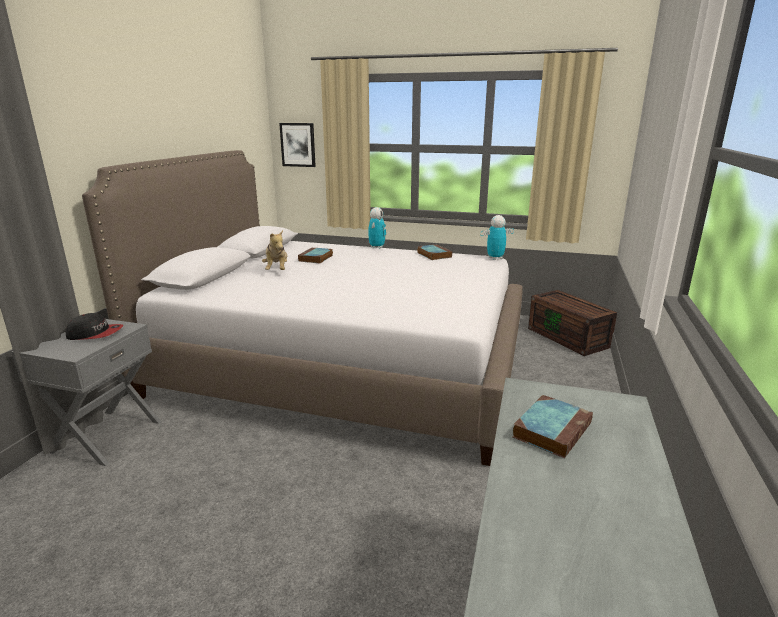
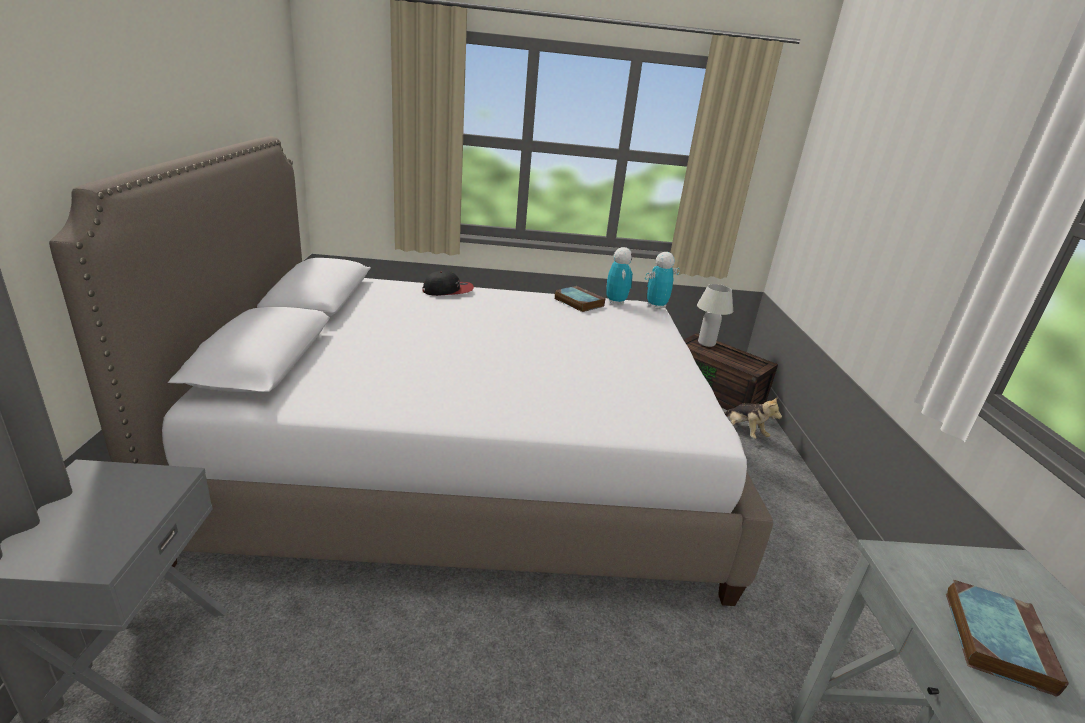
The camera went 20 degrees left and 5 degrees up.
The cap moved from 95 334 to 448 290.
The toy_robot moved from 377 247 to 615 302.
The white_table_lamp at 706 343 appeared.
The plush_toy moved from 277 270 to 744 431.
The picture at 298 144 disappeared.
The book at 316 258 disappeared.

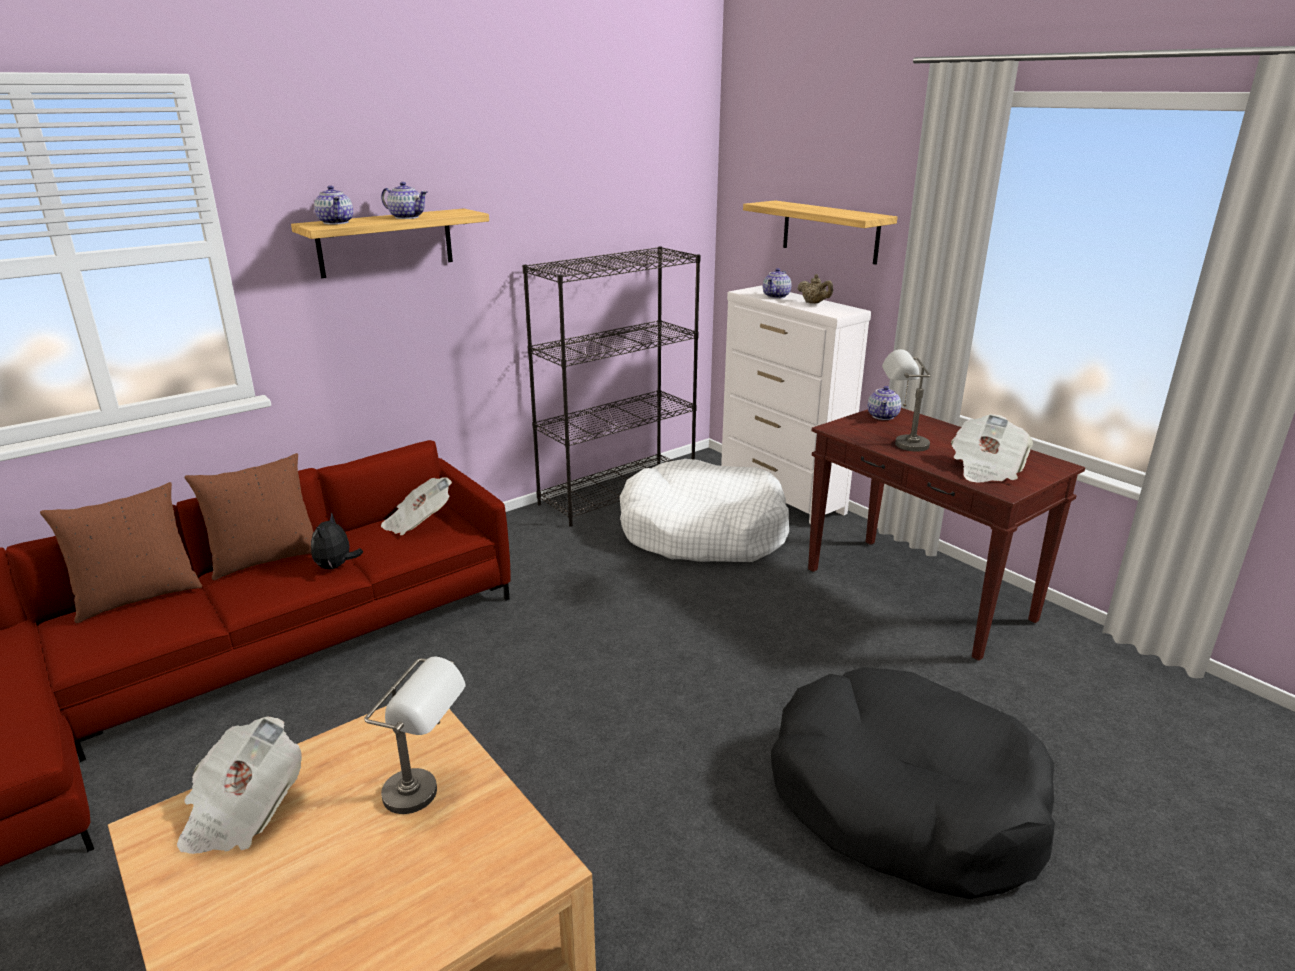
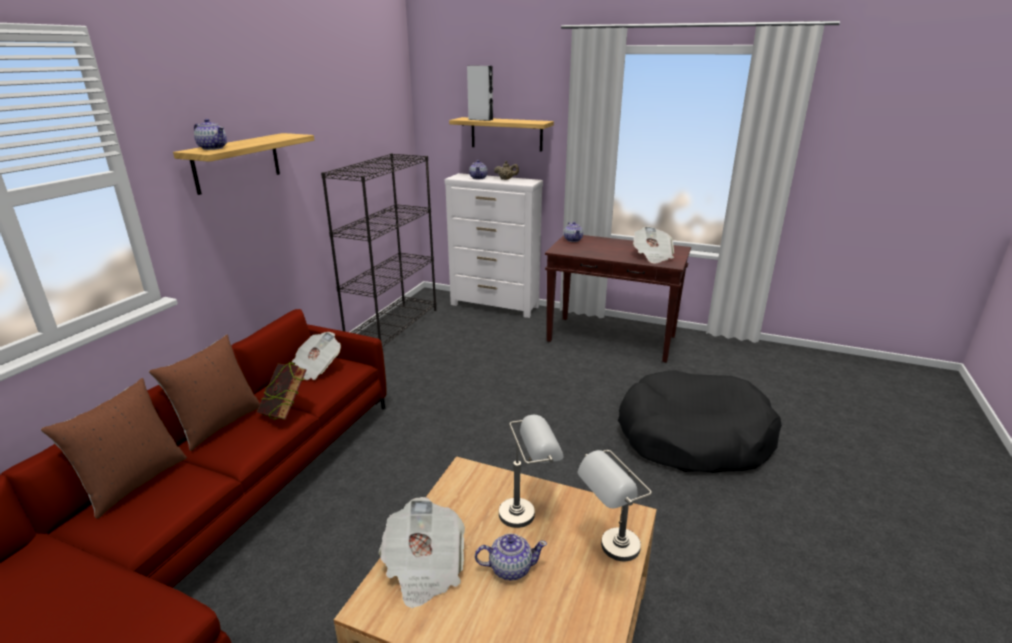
The camera went 30 degrees left and 0 degrees up.
The plush_toy at 336 566 was replaced by the book at 285 412.
The white_speaker at 480 119 appeared.
The teapot moved from 406 217 to 510 568.
The grey_table_lamp moved from 900 445 to 609 551.
The white_dog_bed at 703 532 disappeared.

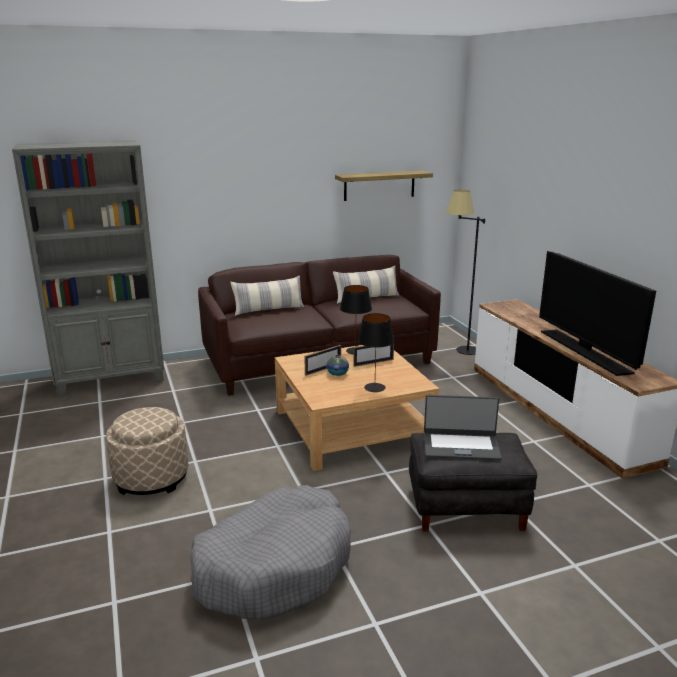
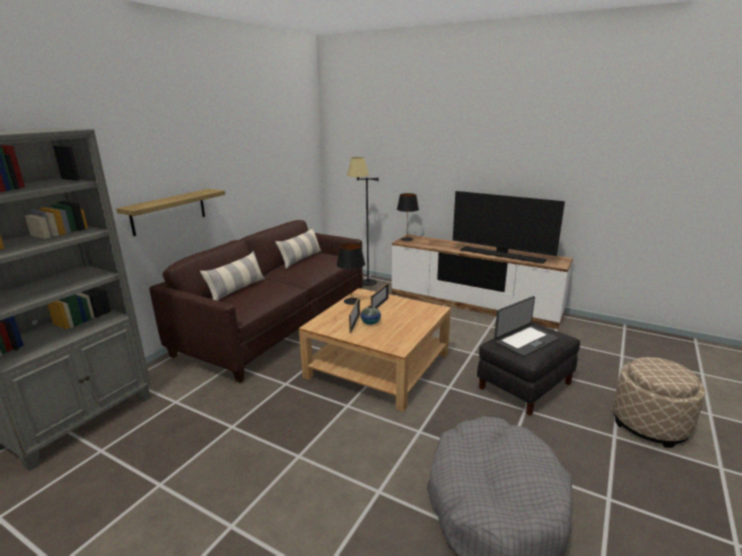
The camera went 40 degrees left and 0 degrees up.
The shelf moved from 379 185 to 169 211.
The black_table_lamp moved from 375 387 to 407 239.
The beige_ottoman moved from 151 478 to 649 424.

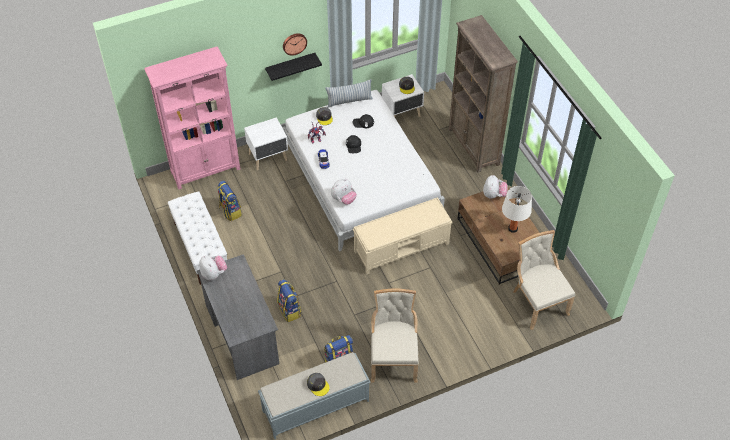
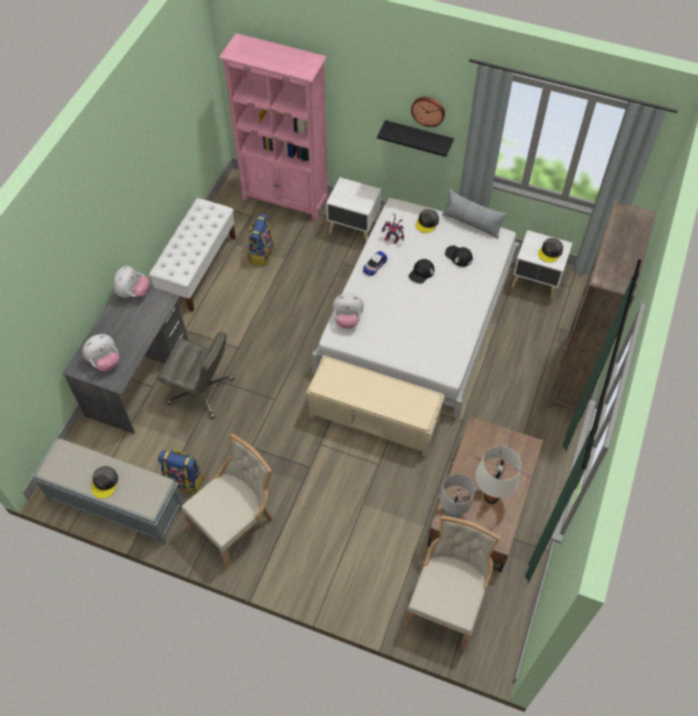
The camera went 45 degrees right and 5 degrees up.
The plush_toy moved from 493 195 to 105 362.
The backpack at 290 310 was replaced by the grey_office_chair at 202 391.
The grey_table_lamp at 452 513 appeared.

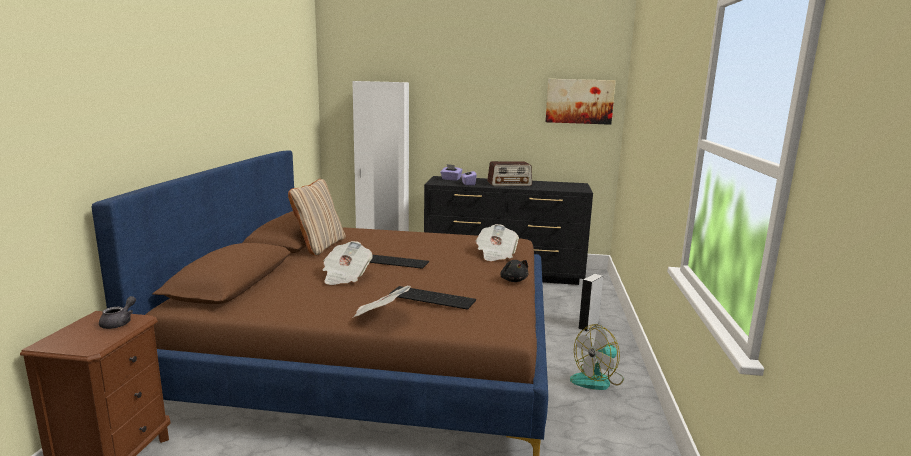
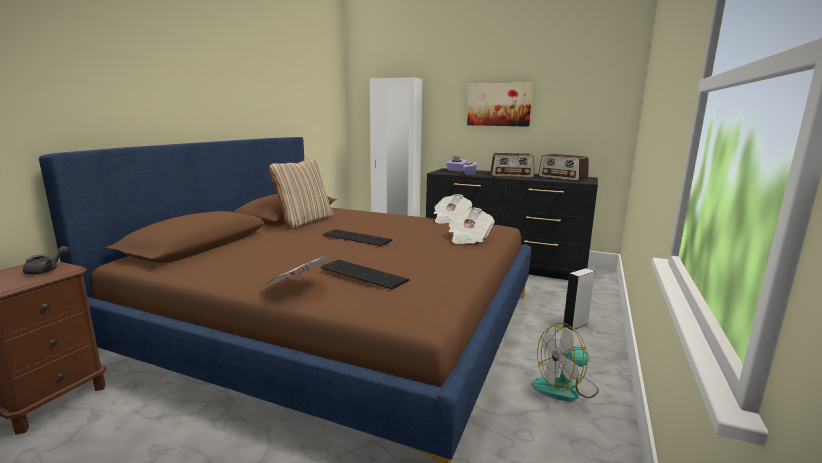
The camera went 15 degrees right and 0 degrees up.
The newspaper moved from 345 276 to 450 219.
The picture moved from 579 101 to 499 104.
The radio at 563 177 appeared.
The black_plush_toy at 513 280 disappeared.

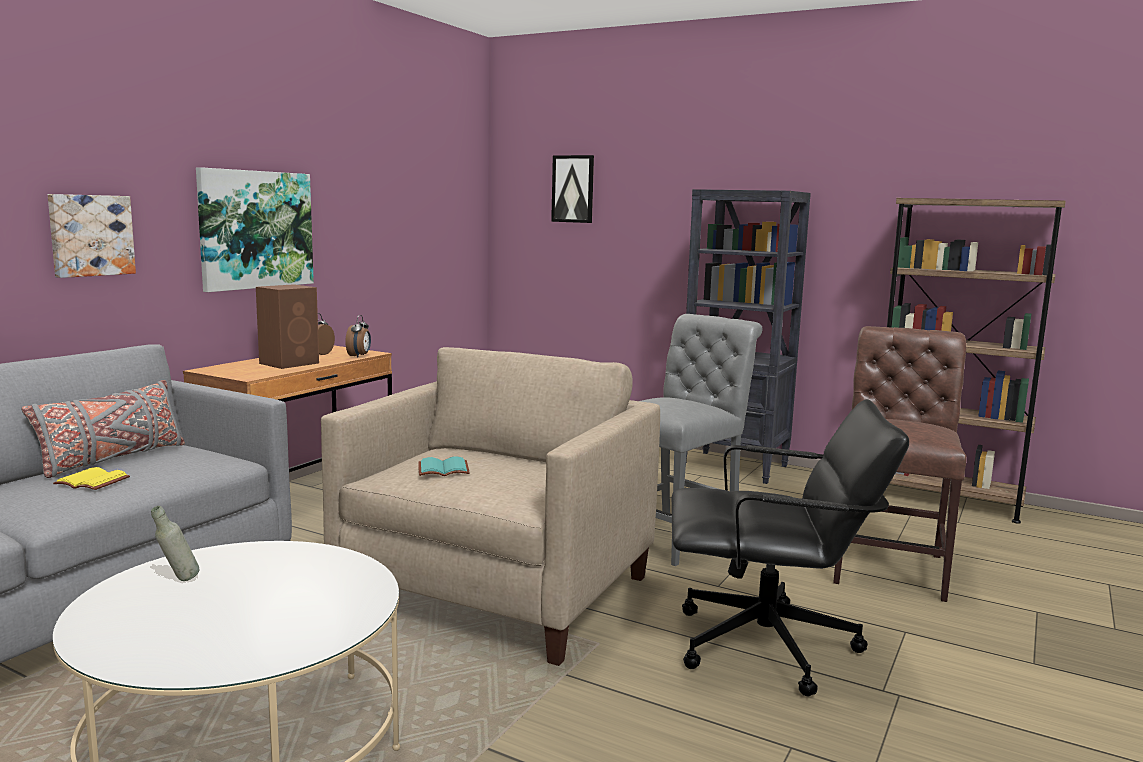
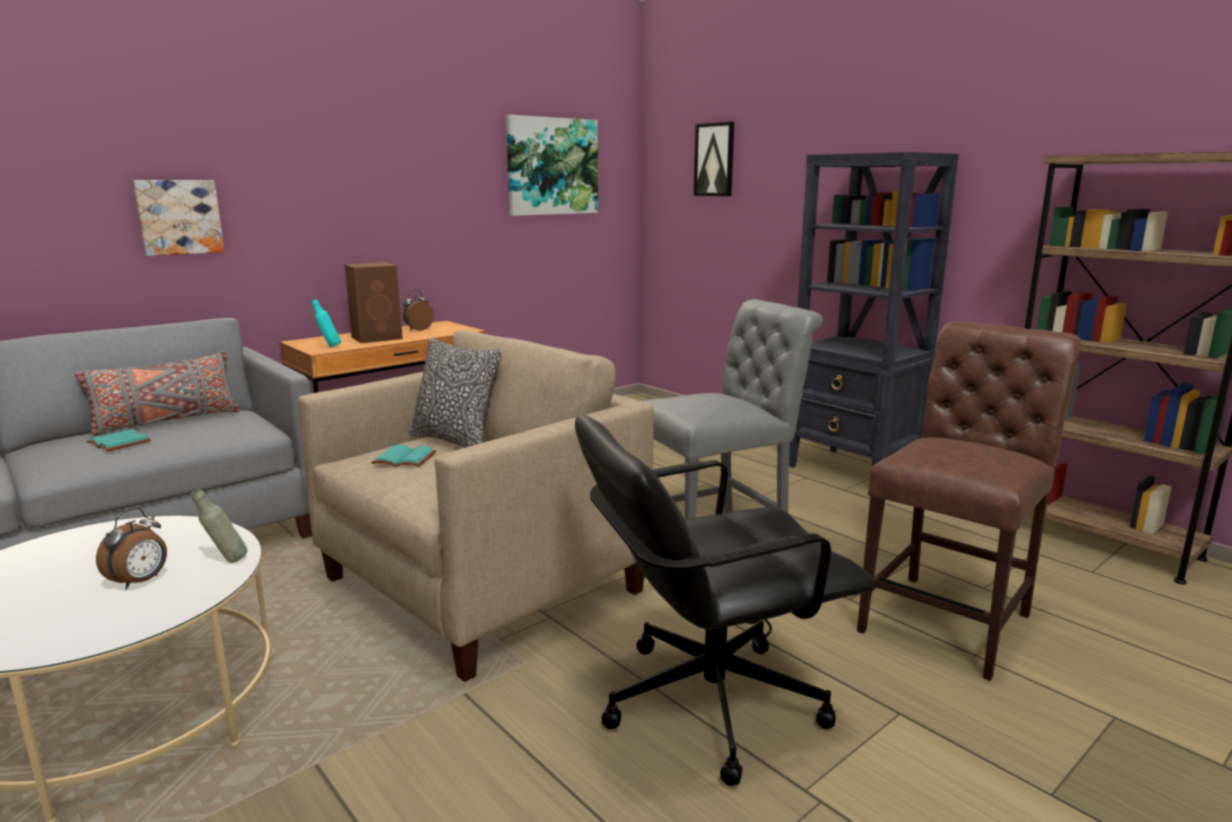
The camera went 20 degrees right and 5 degrees up.
The yellow_book at 90 482 became the turquoise_book at 117 443.
The alarm_clock moved from 359 356 to 140 582.
The grey_bottle moved from 178 581 to 226 562.
The turquoise_bottle at 328 347 appeared.
The pillow at 455 441 appeared.
The picture moved from 256 229 to 552 166.
The black_office_chair at 767 647 turned 135 degrees clockwise.

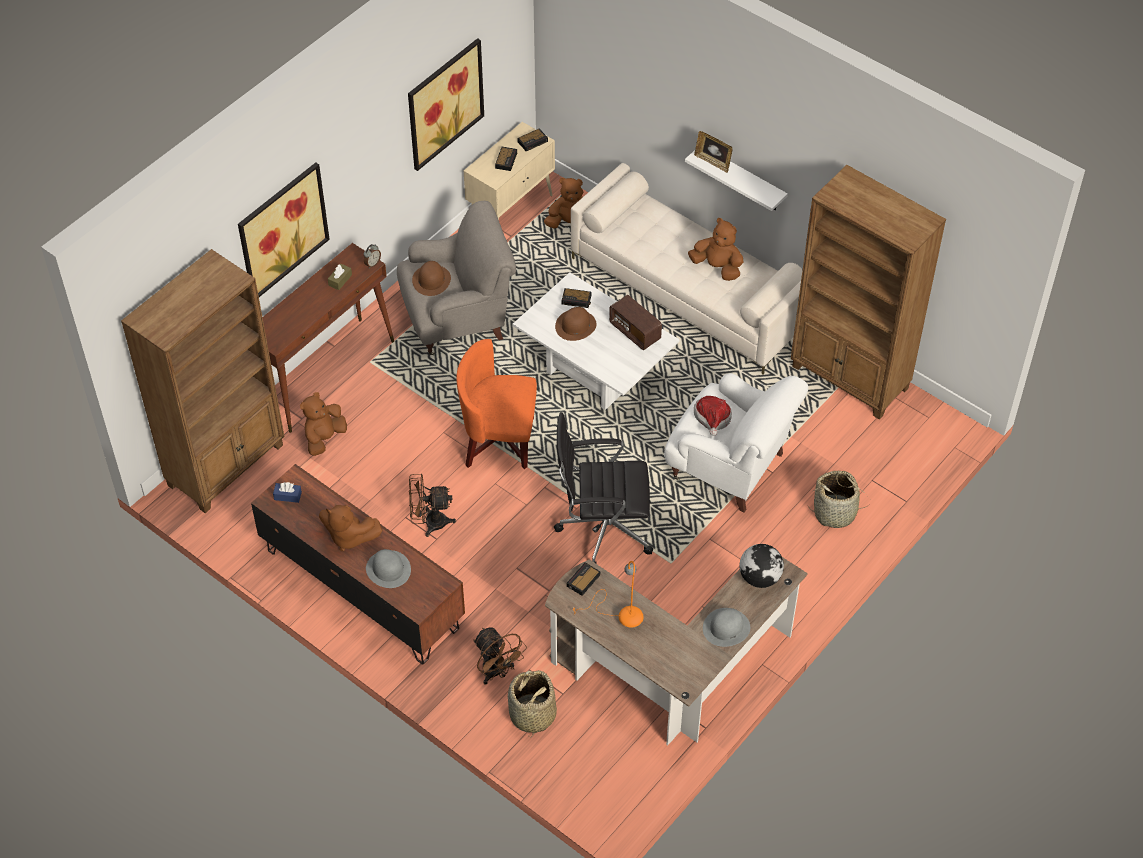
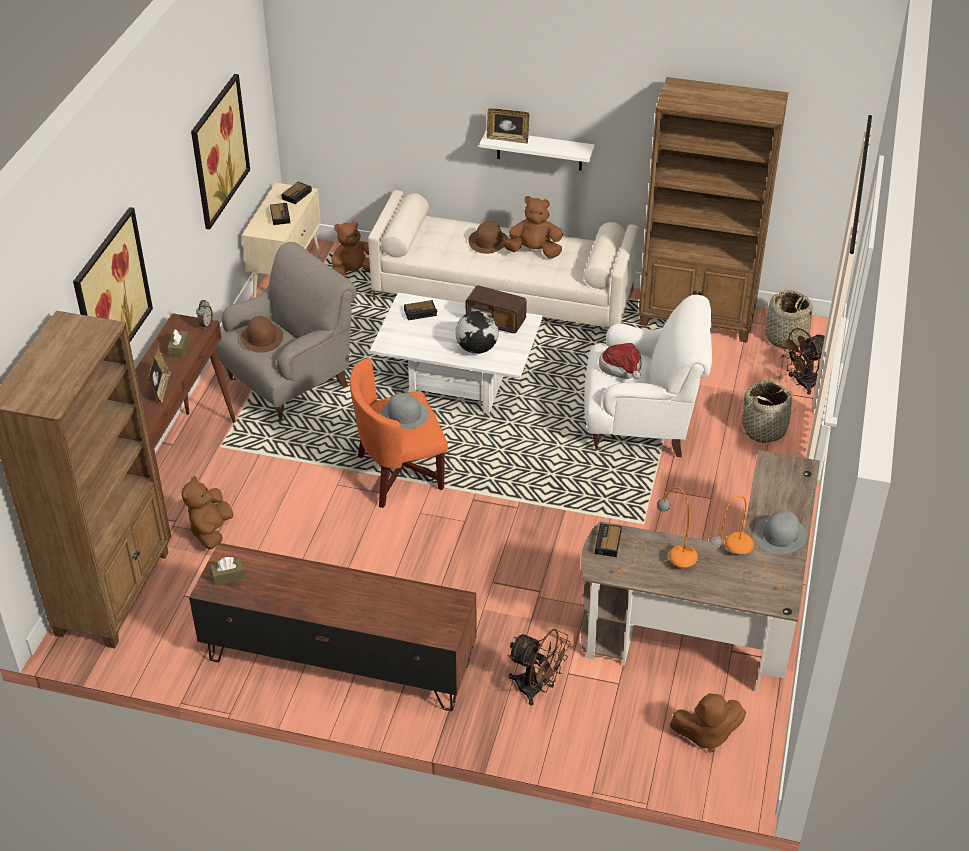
The camera went 25 degrees left and 10 degrees down.
The picture_frame at 161 389 appeared.
The blue_tissue_box at 287 496 became the brown_tissue_box at 228 576.
The grey_hat moved from 388 569 to 404 414.
The globe moved from 760 577 to 477 348.
The brown_hat moved from 575 325 to 488 241.
The brown_plush_toy moved from 349 537 to 706 734.
The orange_table_lamp at 739 562 appeared.
The basket moved from 532 715 to 786 338.
The brown_fan moved from 429 522 to 801 383.
The black_office_chair at 603 528 disappeared.

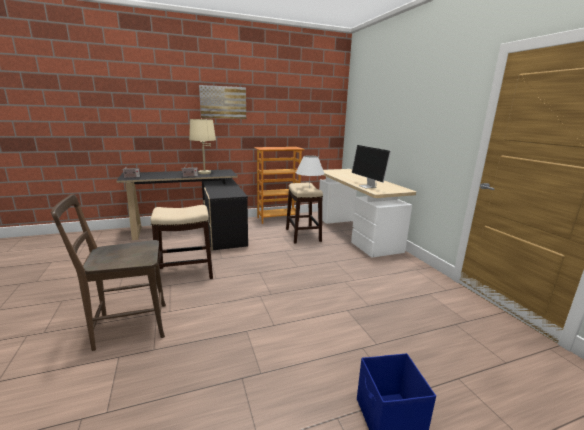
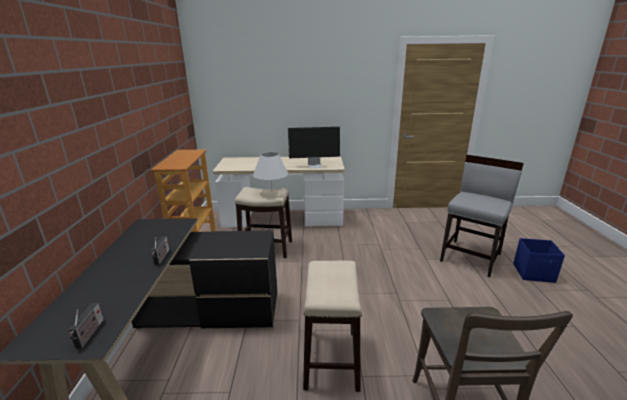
The camera went 70 degrees left and 5 degrees up.
The grey_chair at 471 257 appeared.
The beige_table_lamp at 204 173 disappeared.
The picture at 223 102 disappeared.

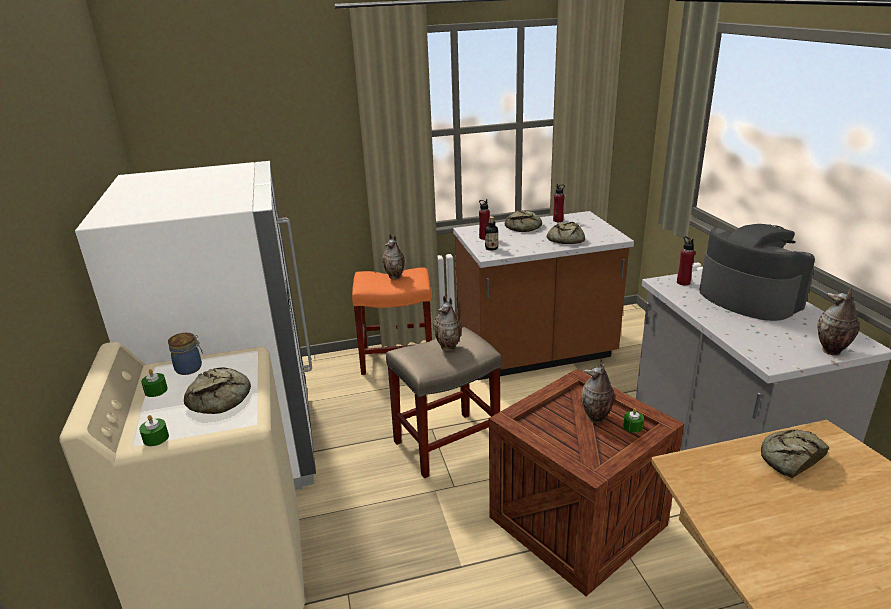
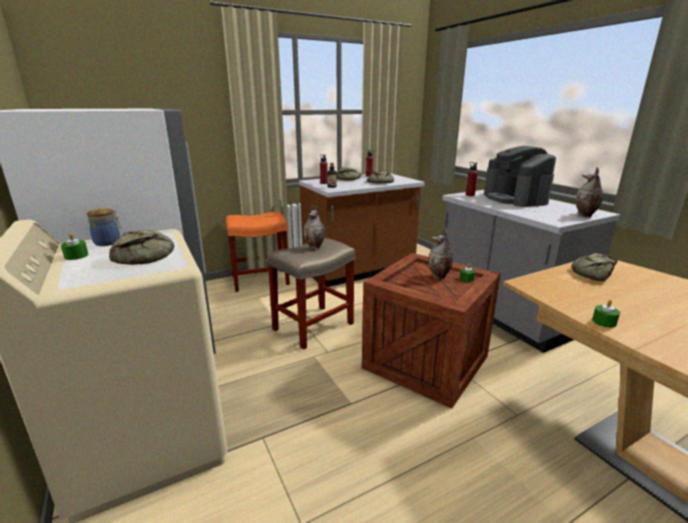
The camera went 15 degrees left and 5 degrees down.
The coffee_machine at 748 298 turned 150 degrees counterclockwise.
The green_candle moved from 156 438 to 604 322.
The vase at 395 277 disappeared.

